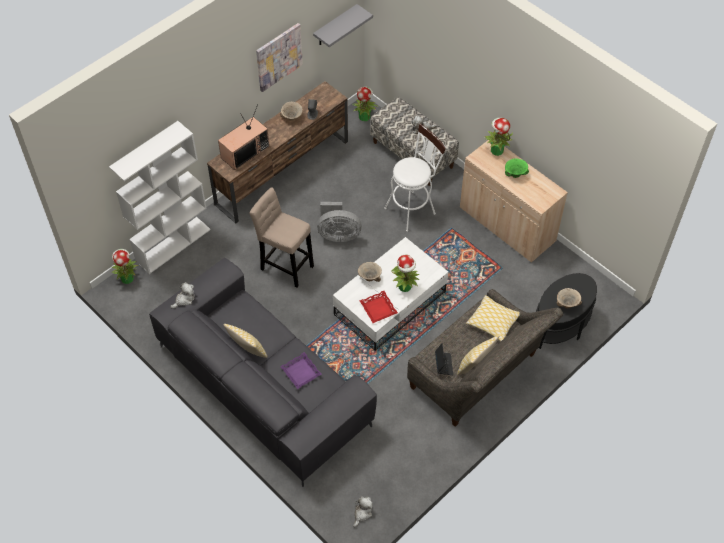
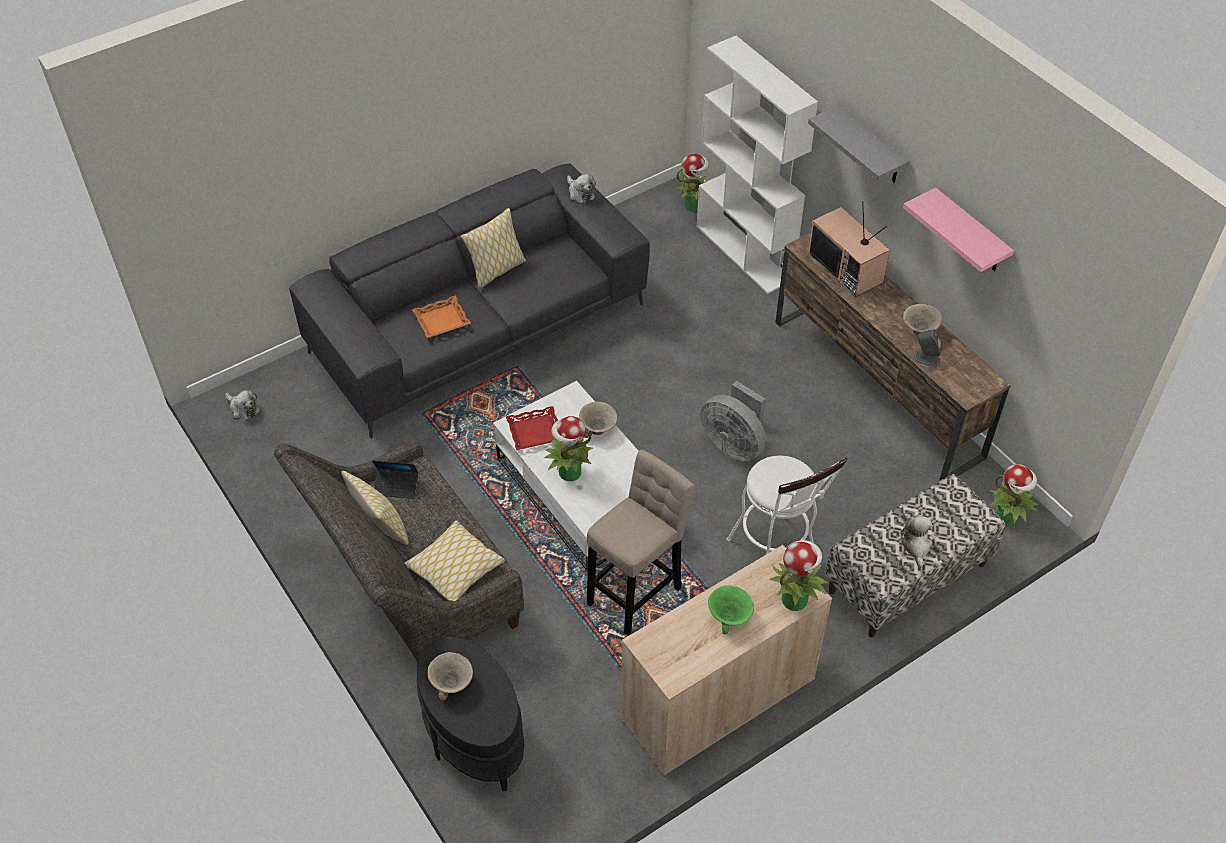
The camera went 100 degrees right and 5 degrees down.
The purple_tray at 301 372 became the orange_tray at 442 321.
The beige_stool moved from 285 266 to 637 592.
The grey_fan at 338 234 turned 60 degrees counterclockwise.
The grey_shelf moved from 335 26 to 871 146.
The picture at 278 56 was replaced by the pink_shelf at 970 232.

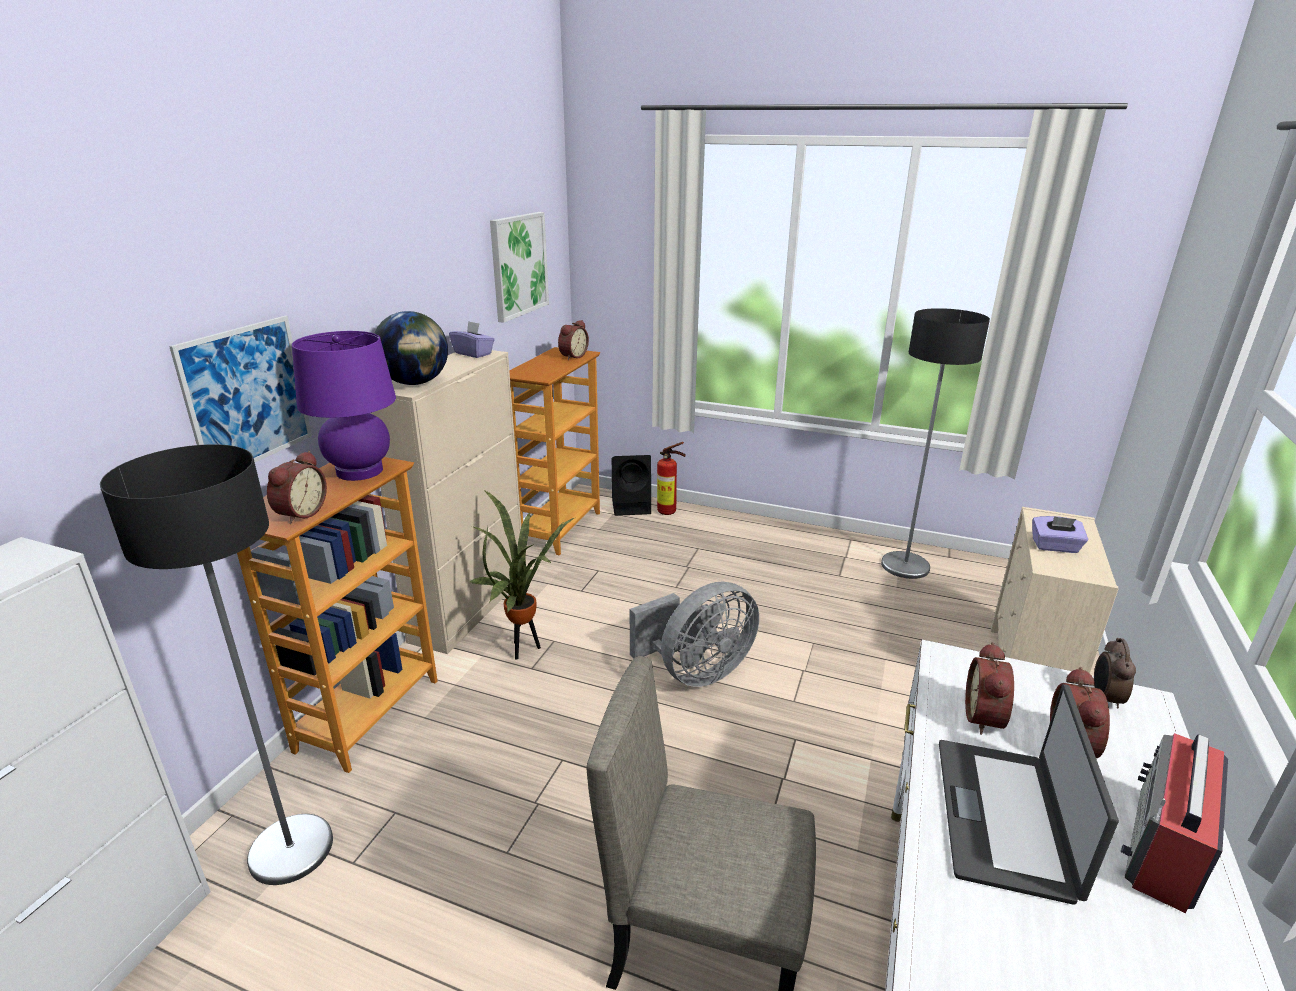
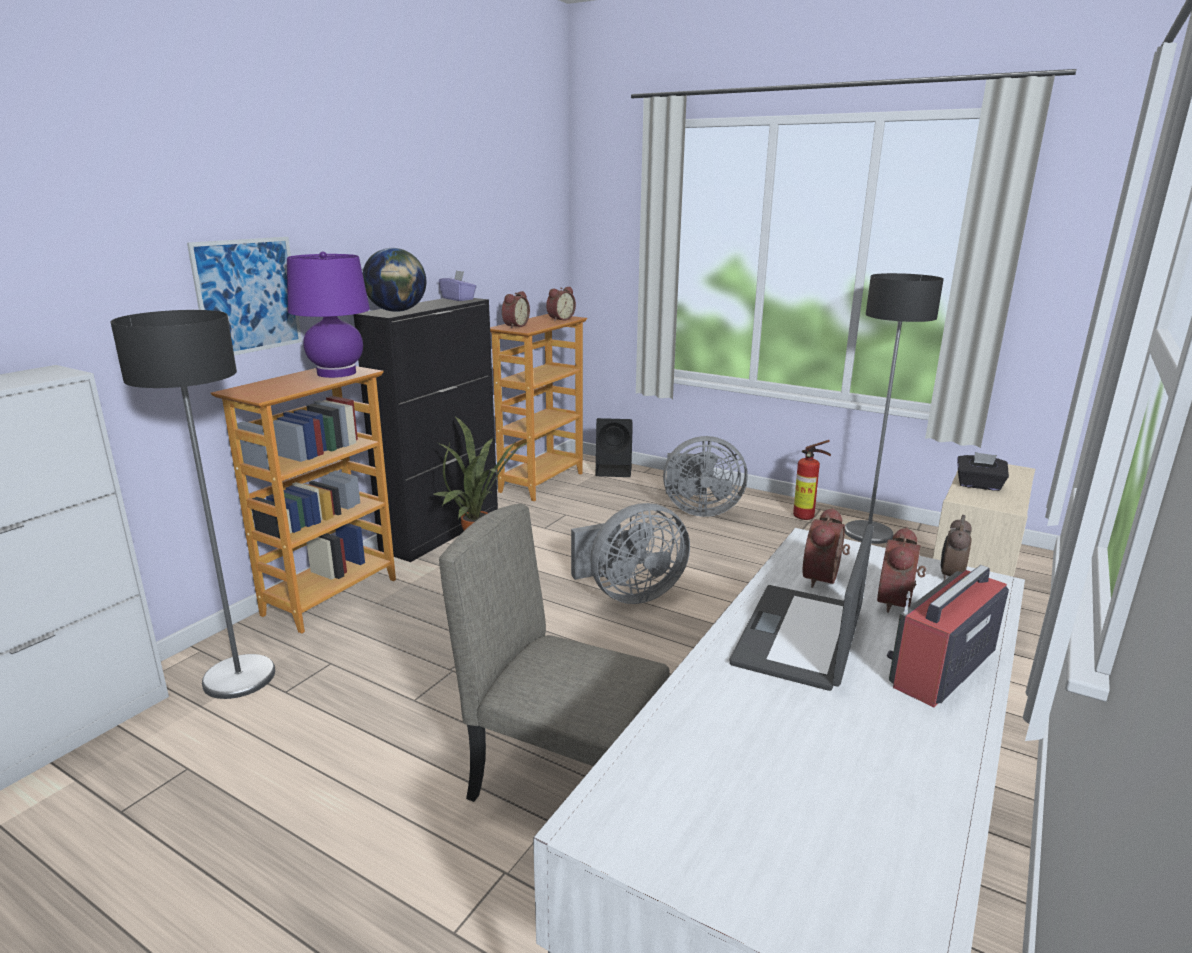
The camera went 10 degrees right and 5 degrees down.
The beige_cabinet at 470 606 became the black_cabinet at 442 531.
The alarm_clock moved from 299 513 to 514 326.
The grey_fan at 699 510 appeared.
The fire_extinguisher moved from 669 512 to 806 517.
The purple_tissue_box at 1055 547 became the black_tissue_box at 978 485.
The picture at 518 265 disappeared.

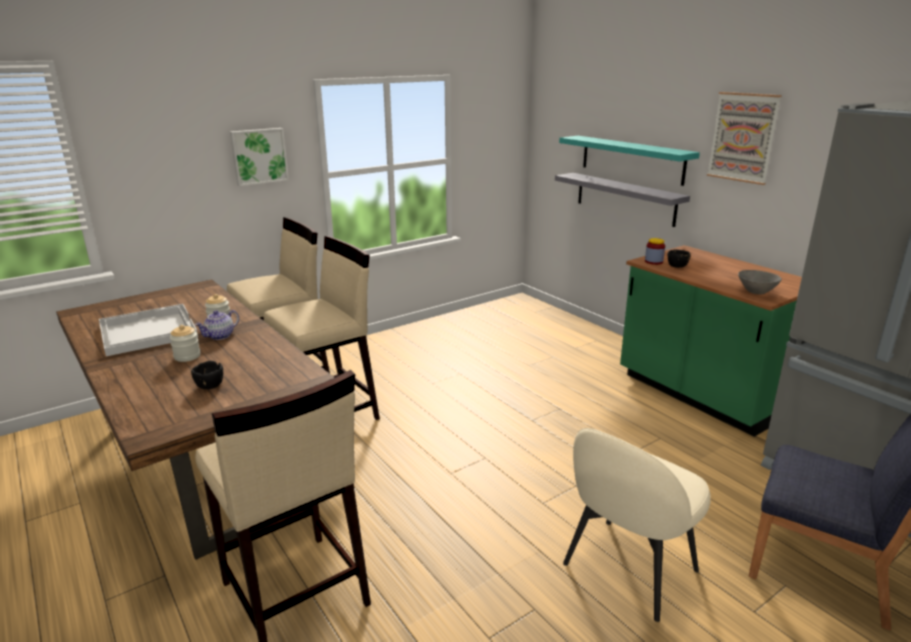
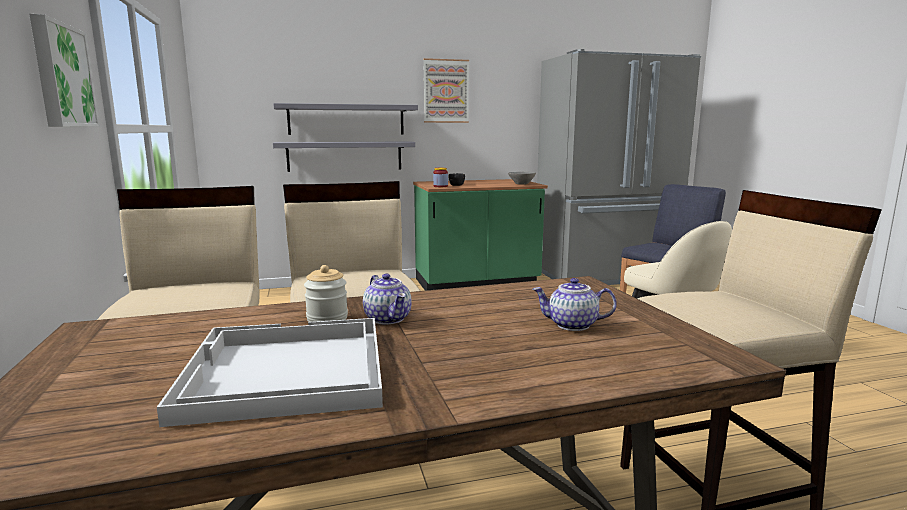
The camera went 70 degrees left and 10 degrees down.
The turquoise_shelf at 631 159 became the grey_shelf at 346 119.
The black_bowl at 210 385 was replaced by the teapot at 572 325.
The jar at 187 356 disappeared.

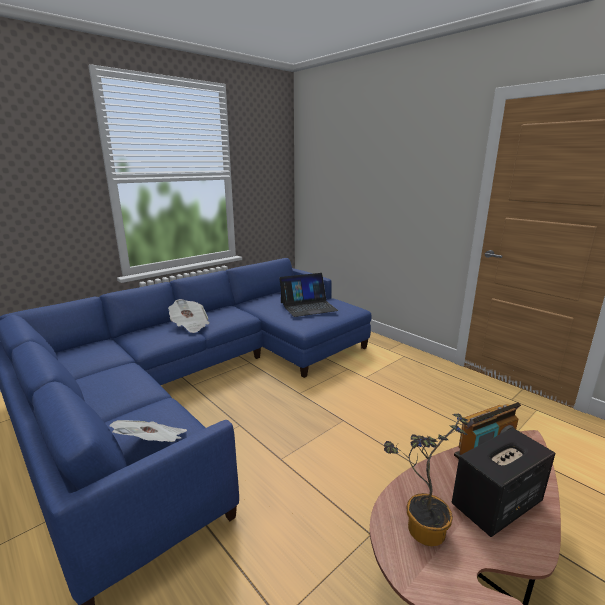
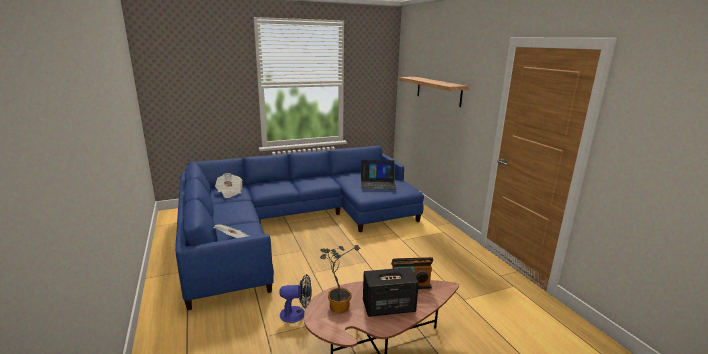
The camera went 20 degrees right and 0 degrees up.
The newspaper moved from 190 325 to 229 192.
The fan at 297 314 appeared.
The shelf at 438 91 appeared.

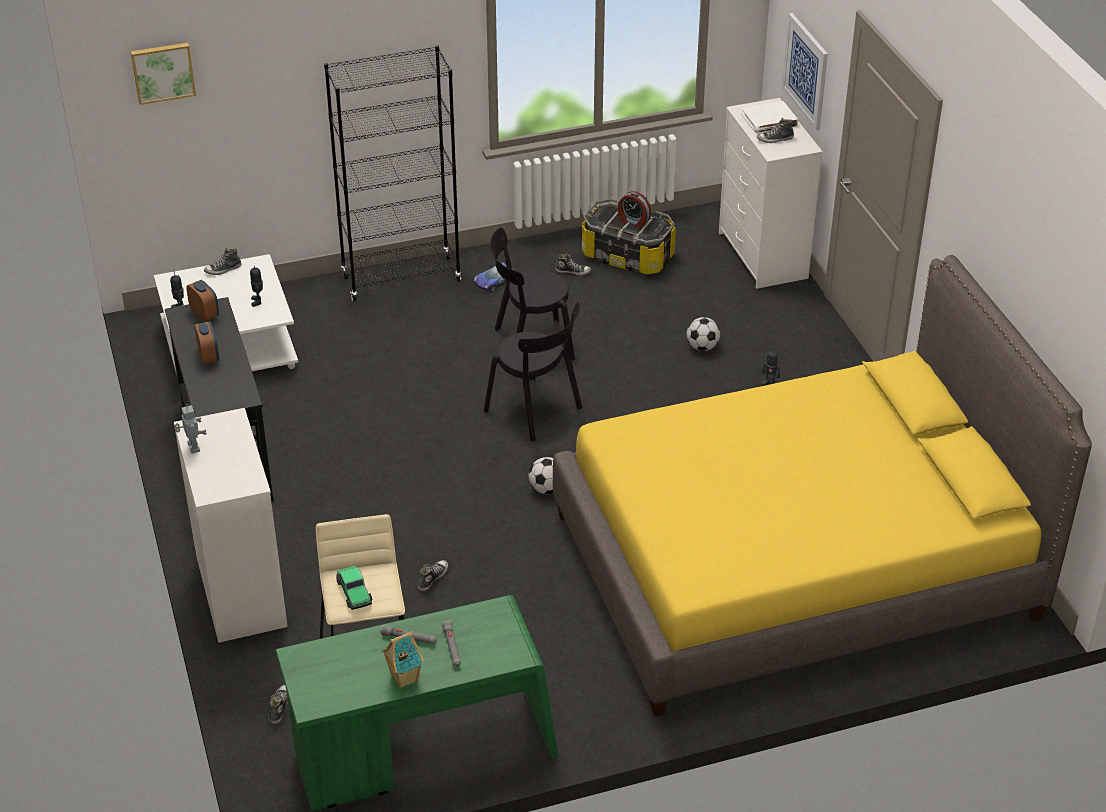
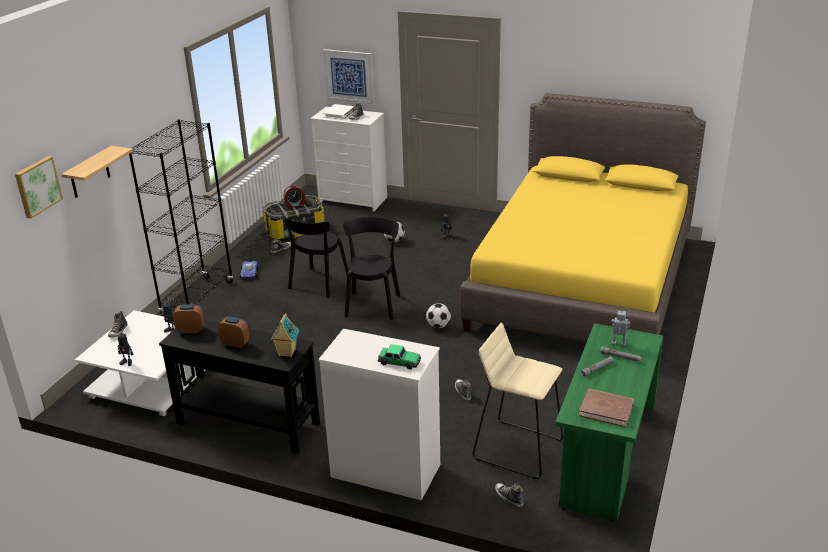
The camera went 50 degrees left and 10 degrees down.
The shelf at 89 173 appeared.
The toy_house moved from 403 678 to 286 353.
The black_chair at 536 411 turned 75 degrees counterclockwise.
The toy_car moved from 354 592 to 399 362.
The brown_book at 606 409 appeared.
The toy_robot moved from 192 447 to 618 344.

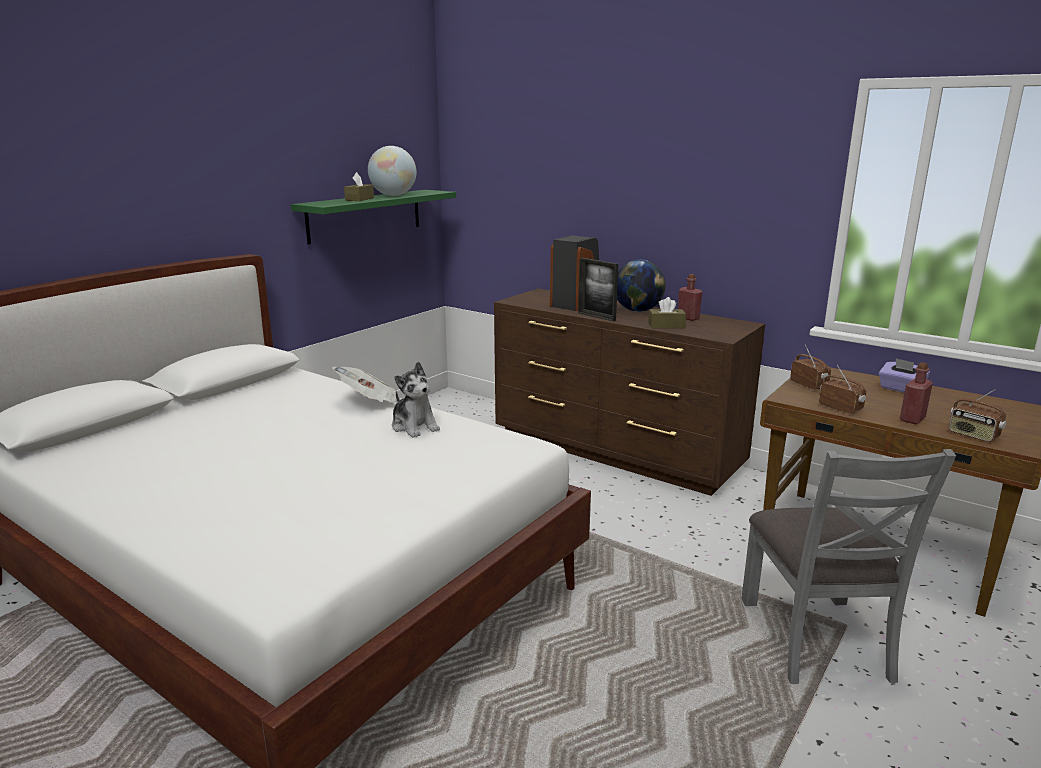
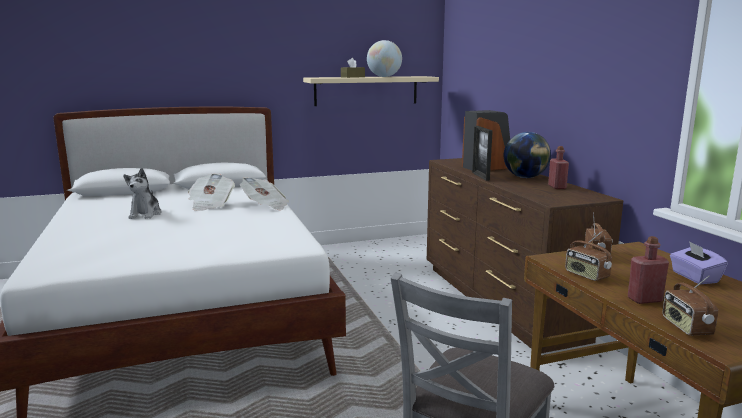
The camera went 35 degrees right and 5 degrees down.
The plush_toy moved from 414 426 to 145 214.
The newspaper at 210 205 appeared.
The green_shelf at 365 215 became the beige_shelf at 366 90.
The radio at 840 408 turned 150 degrees clockwise.
The brown_tissue_box at 666 325 disappeared.

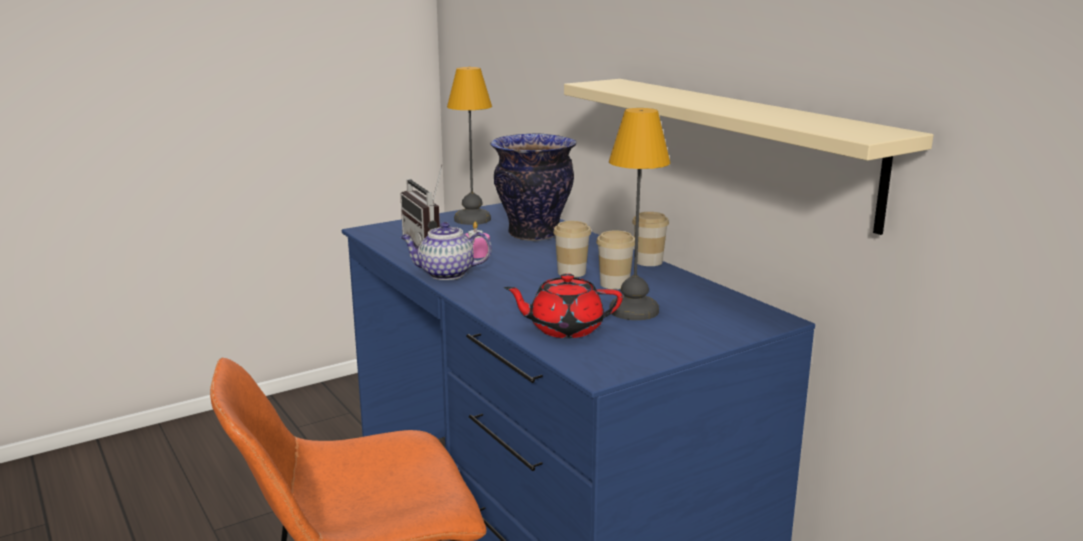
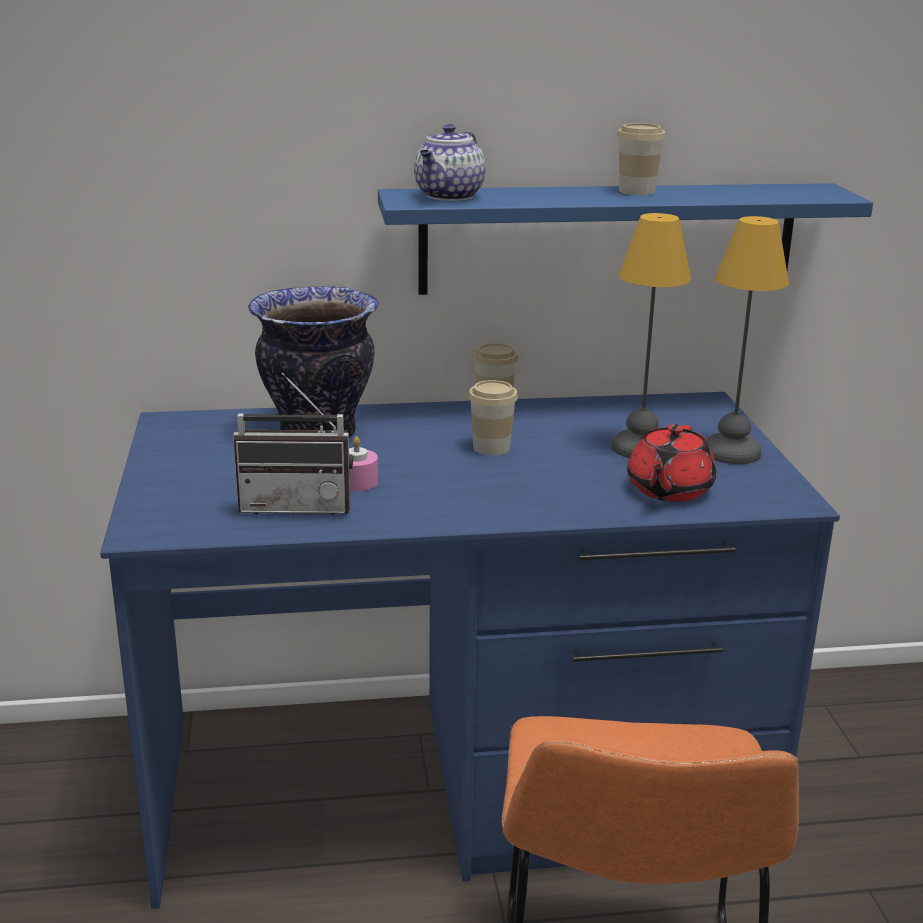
The camera went 65 degrees left and 5 degrees up.
The beige_shelf at 744 148 became the blue_shelf at 608 238.
The teapot moved from 445 274 to 449 196.
The cup moved from 614 284 to 637 191.
The table_lamp moved from 471 219 to 731 453.

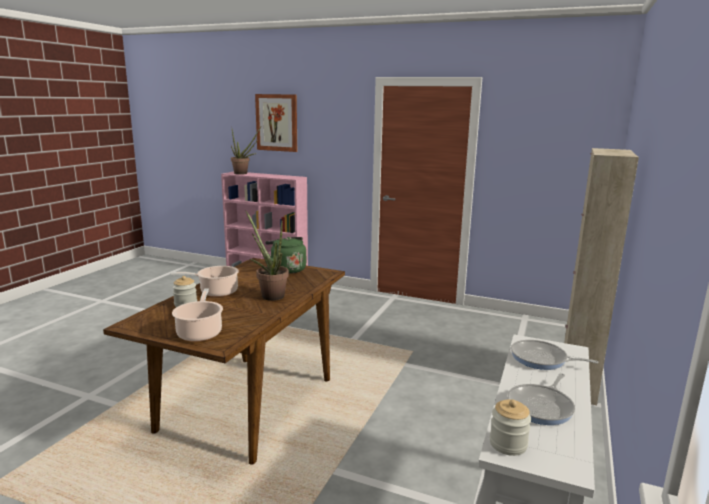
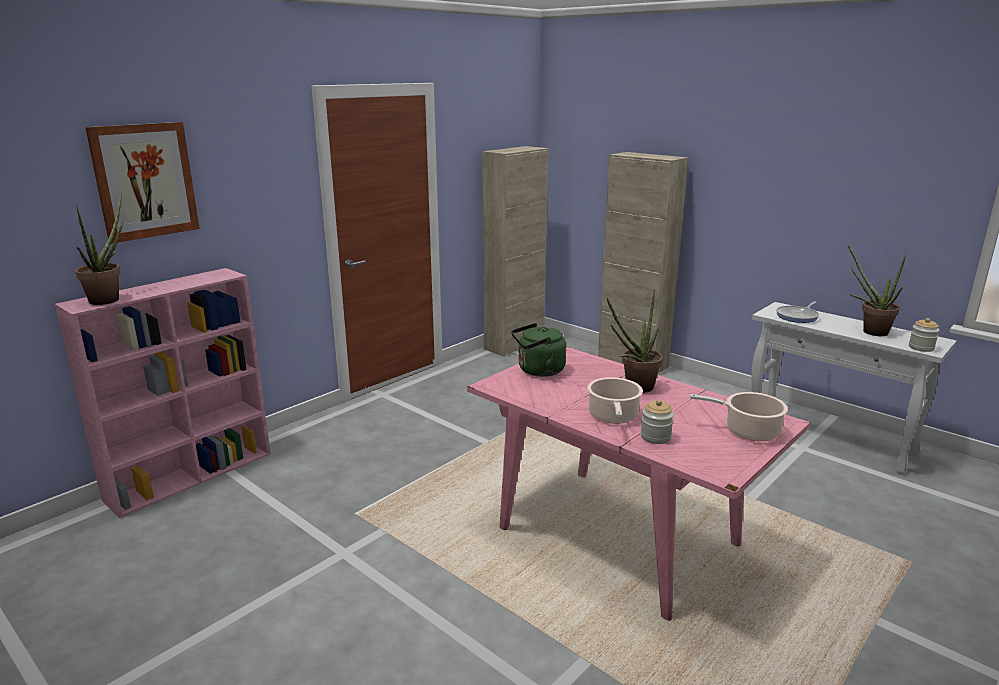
The camera went 70 degrees left and 5 degrees up.
The brown_dining_table at 248 404 became the pink_dining_table at 620 537.
The beige_cabinet at 514 344 appeared.
The frying_pan at 542 406 was replaced by the potted_plant at 869 331.

